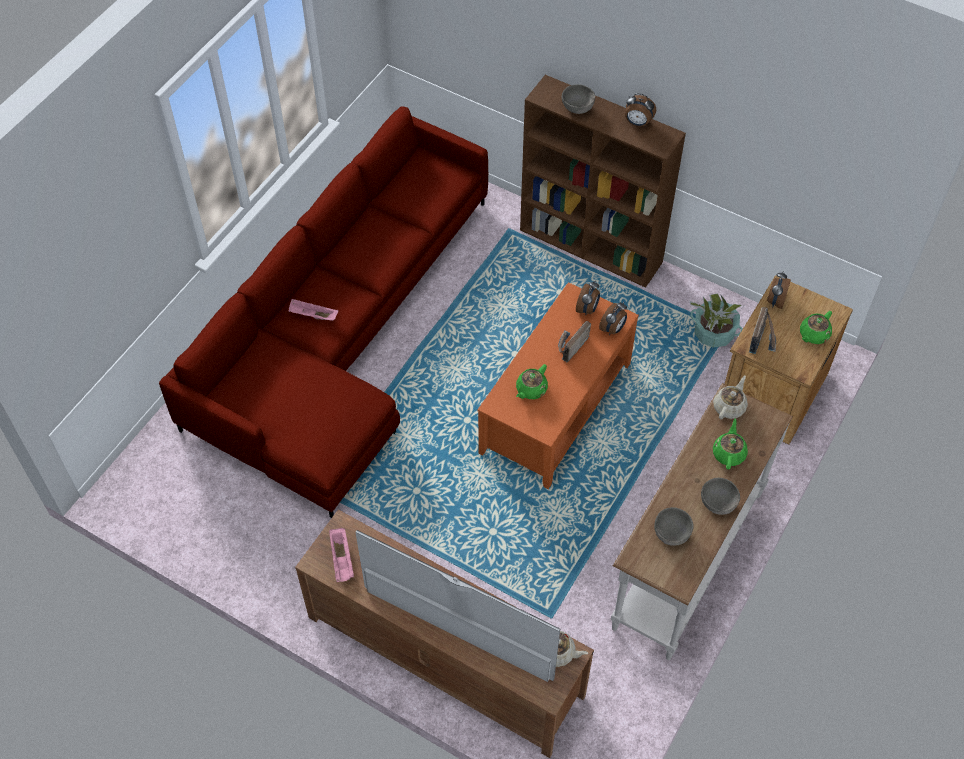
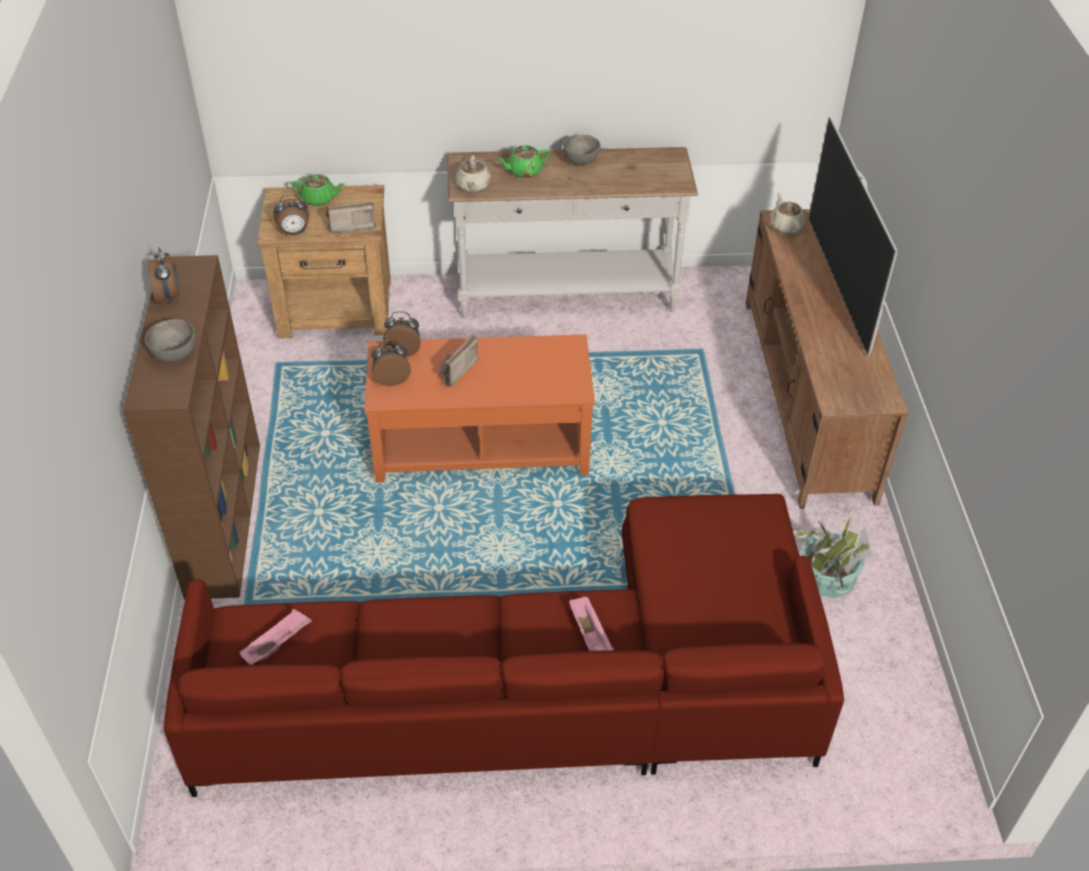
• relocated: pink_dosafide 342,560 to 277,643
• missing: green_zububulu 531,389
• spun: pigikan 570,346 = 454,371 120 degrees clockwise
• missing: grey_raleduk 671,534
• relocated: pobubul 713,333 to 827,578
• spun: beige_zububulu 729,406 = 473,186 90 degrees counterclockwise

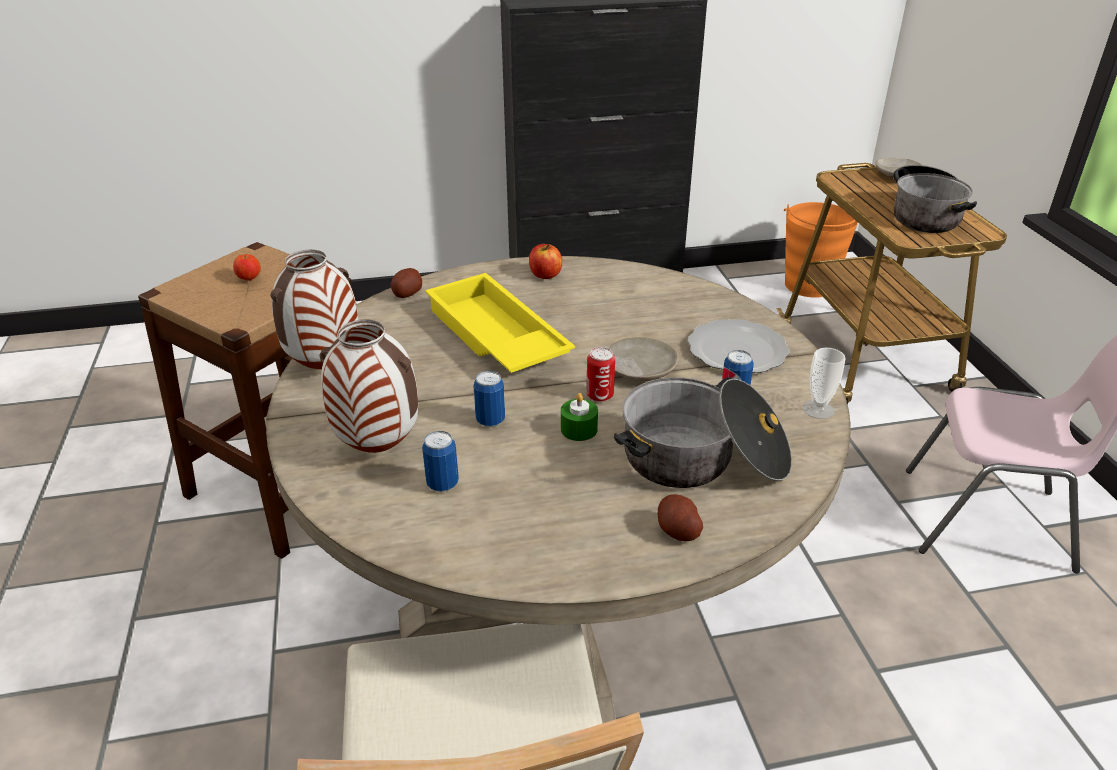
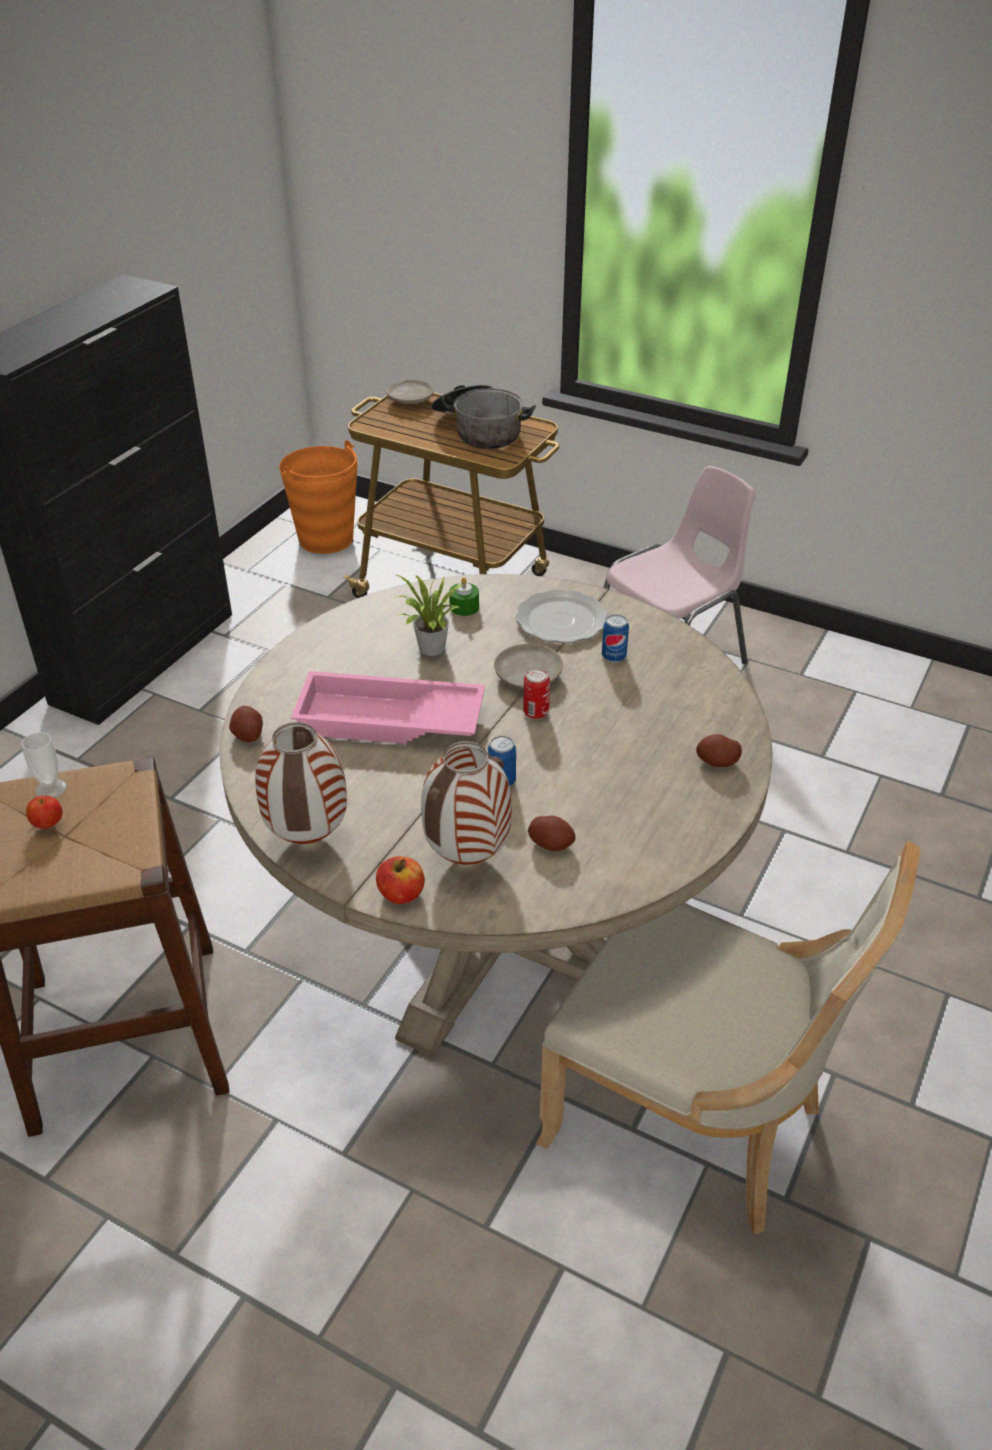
• exchanged: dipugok 442,484 to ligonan 551,843
• colour: yellow_dosafide 494,337 to pink_dosafide 388,722
• relocated: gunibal 545,275 to 401,894
• relocated: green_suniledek 579,429 to 464,607
• missing: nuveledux 703,459
• relocated: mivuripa 818,409 to 51,789
• appeared: pobubul 430,650

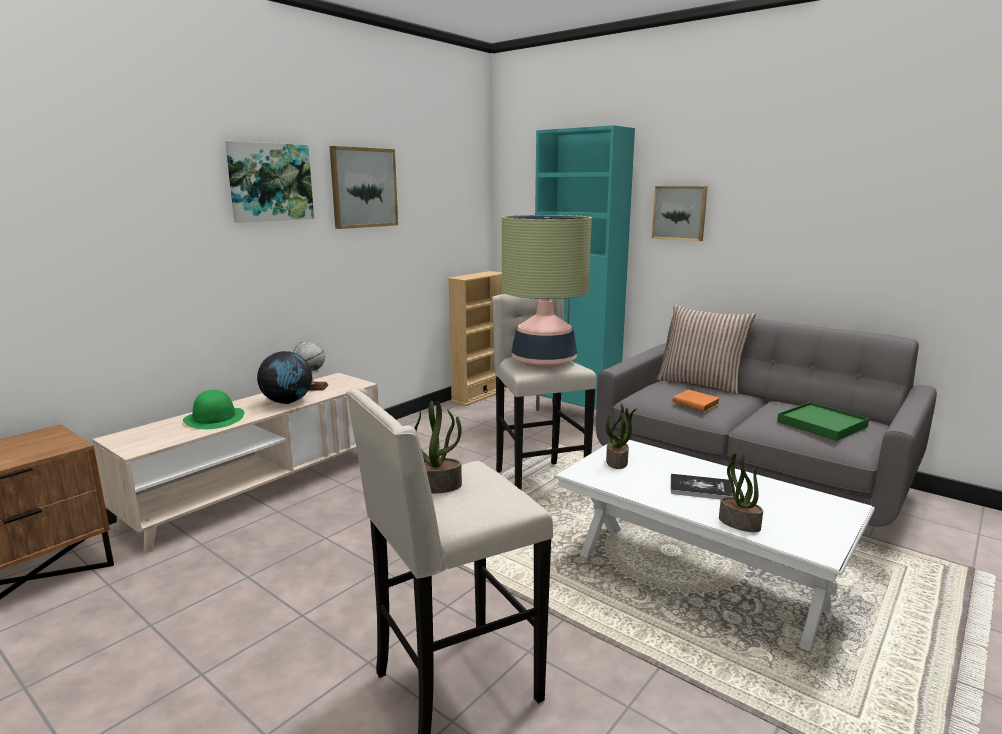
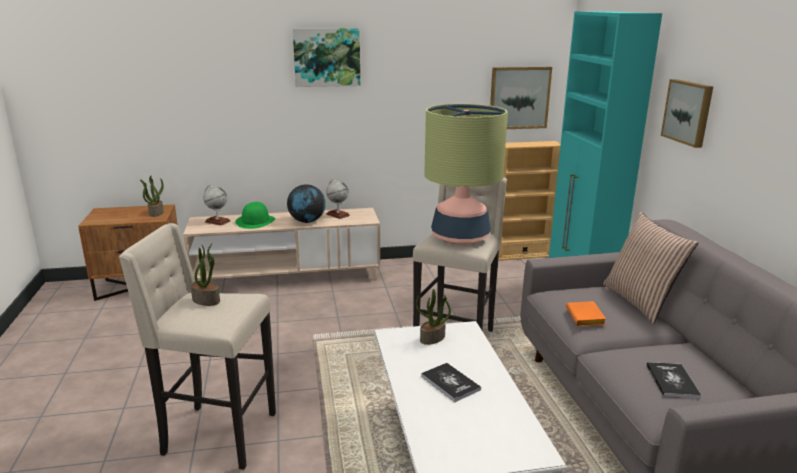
• relocated: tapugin 363,188 to 519,98
• relocated: pobubul 738,523 to 156,213
• exchanged: green_dosafide 821,424 to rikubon 672,381
• appeared: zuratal 217,221

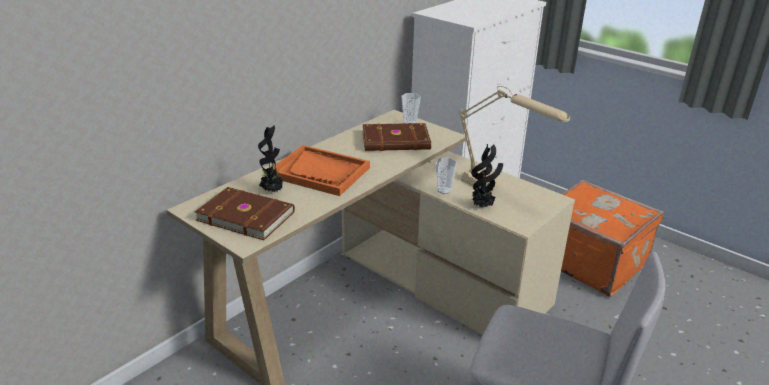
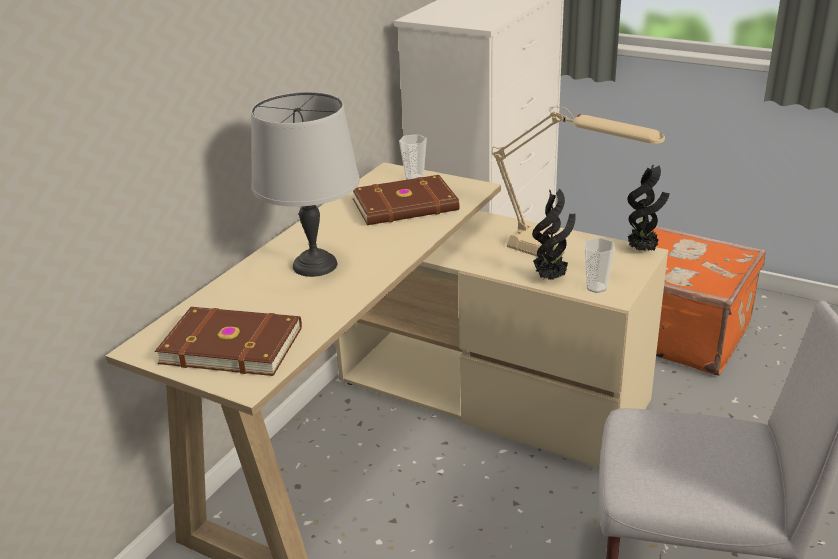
• relocated: pobubul 273,191 to 643,250
• exchanged: orange_dosafide 320,172 to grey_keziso 316,265
• relocated: mivuripa 444,190 to 596,287

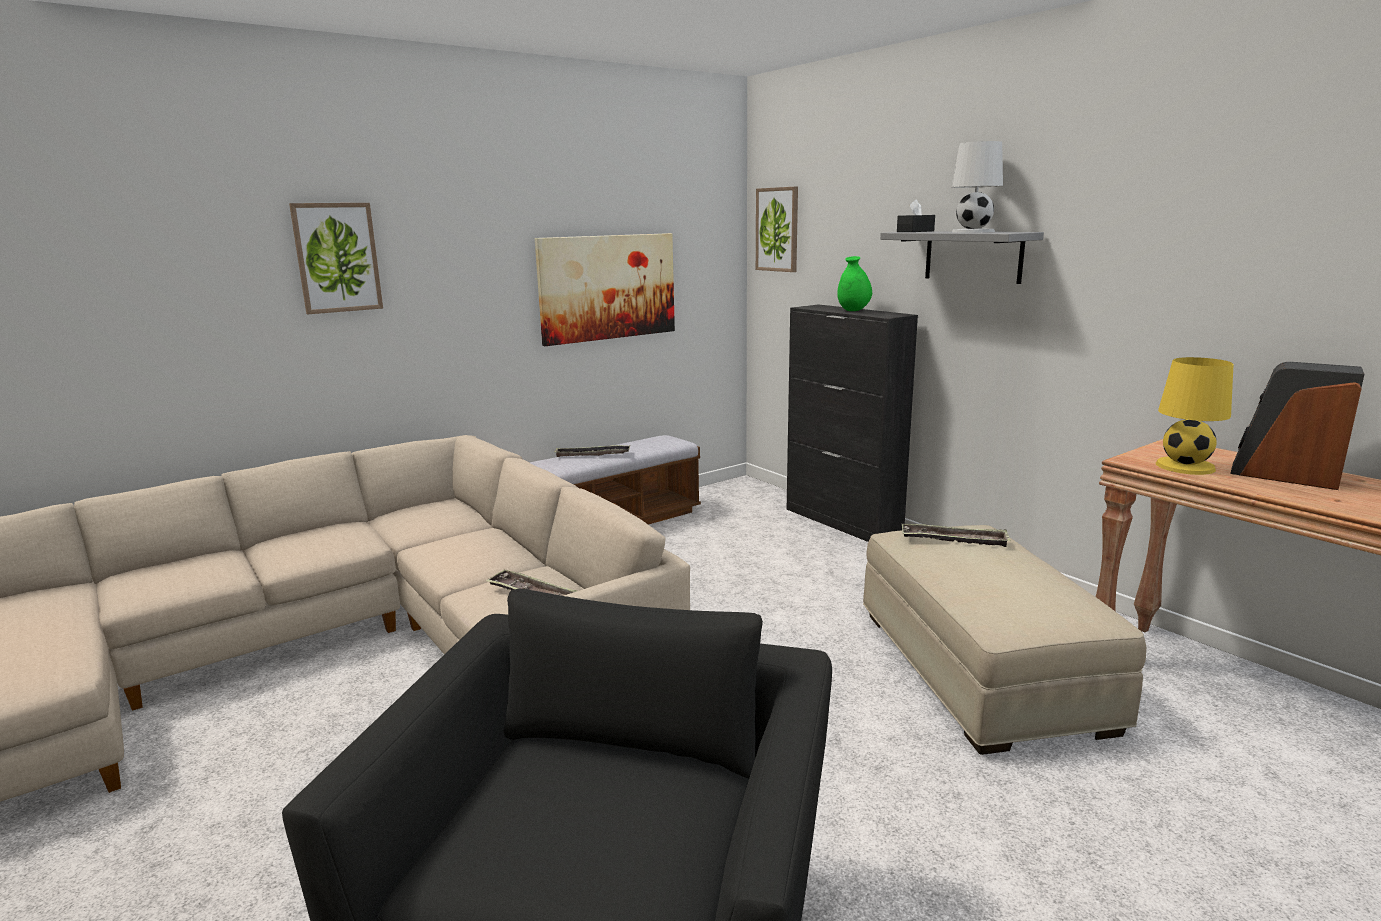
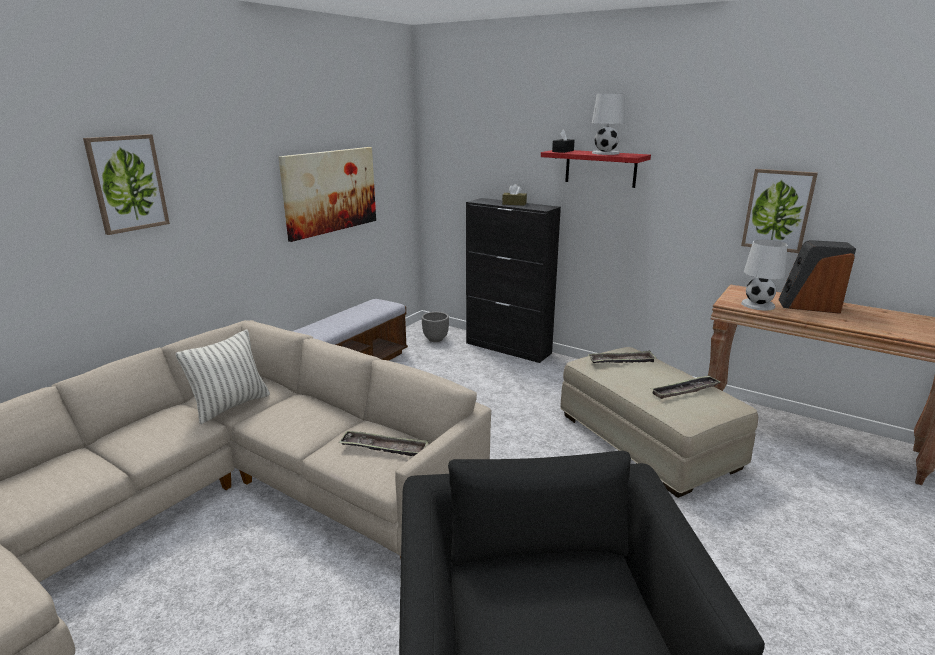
• relocated: dosafide 592,455 to 685,390
• relocated: tapugin 777,229 to 778,210
• exchanged: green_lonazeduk 853,310 to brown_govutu 514,204
• colour: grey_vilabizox 973,256 to red_vilabizox 600,168
• colour: yellow_keziso 1184,466 to white_keziso 757,305
• appeared: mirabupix 231,406
• appeared: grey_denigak 436,339

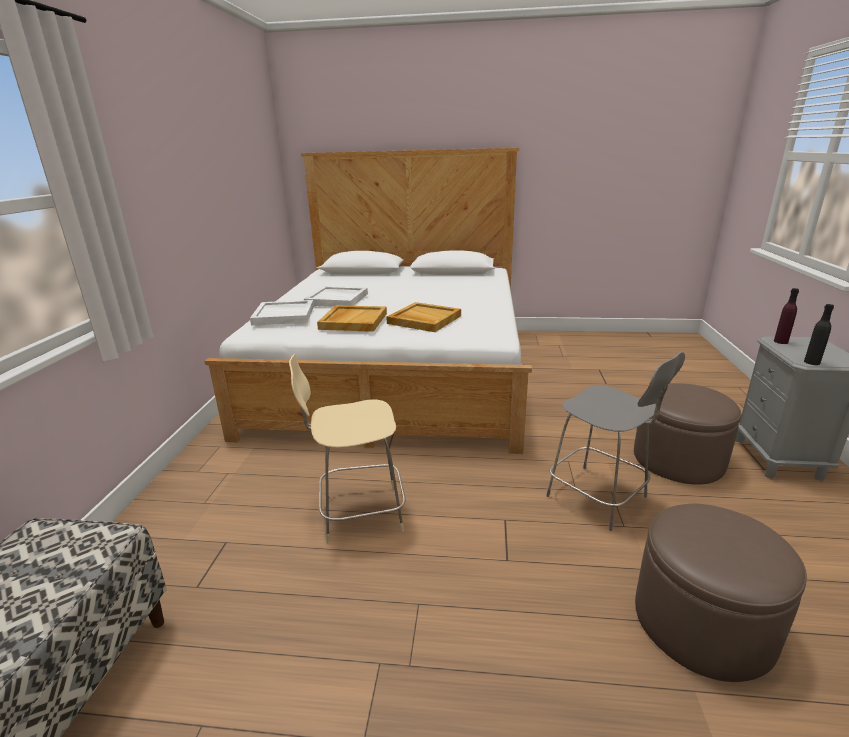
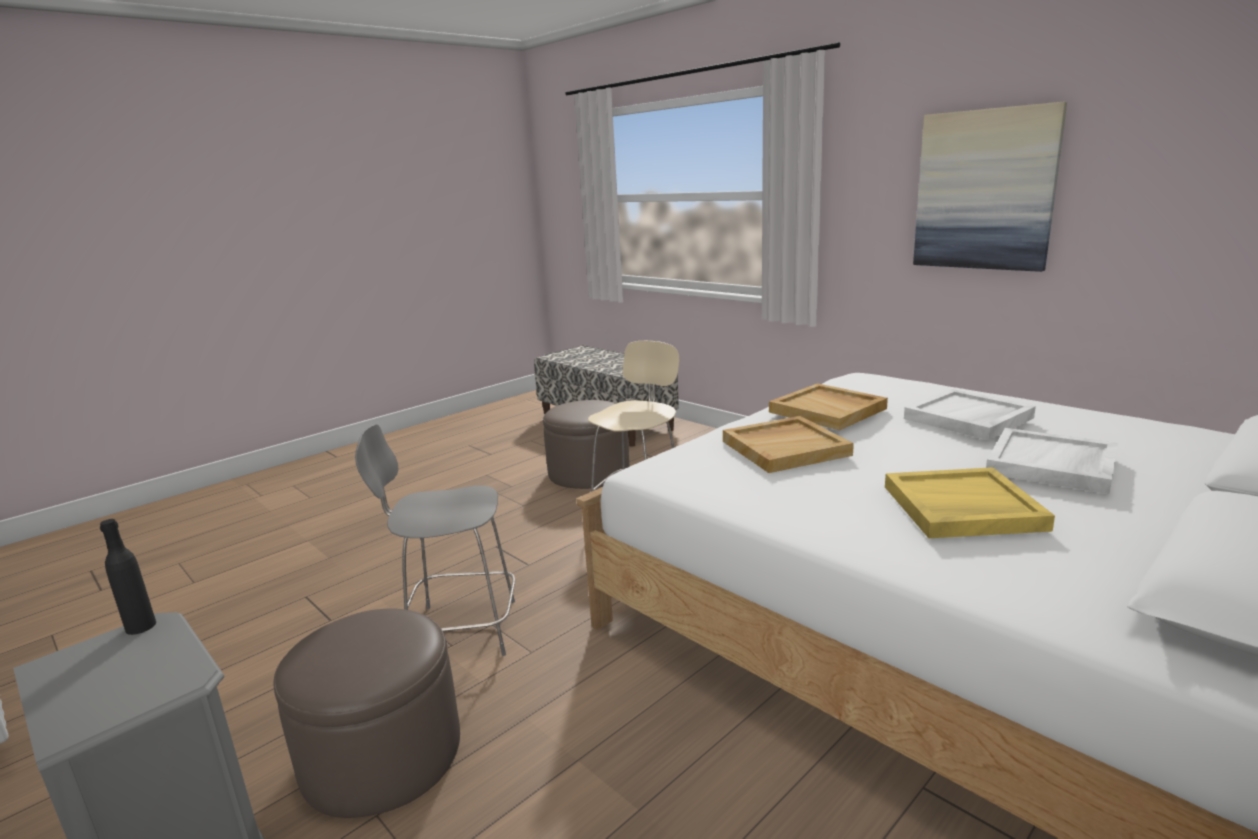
• relocated: white_dosafide 284,315 to 1052,465
• relocated: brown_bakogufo 702,622 to 588,472
• missing: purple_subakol 780,341
• appeared: yellow_dosafide 961,508
• appeared: tapugin 984,190

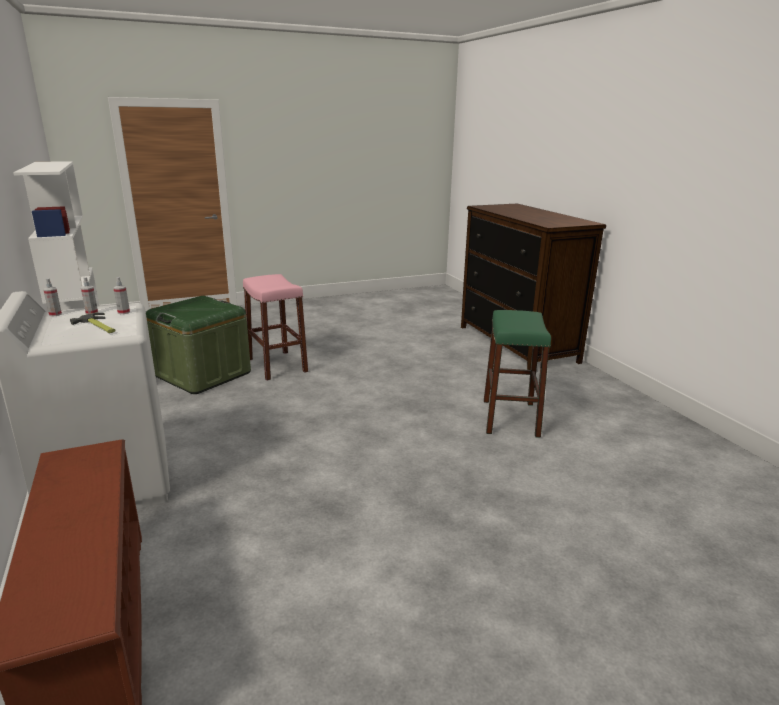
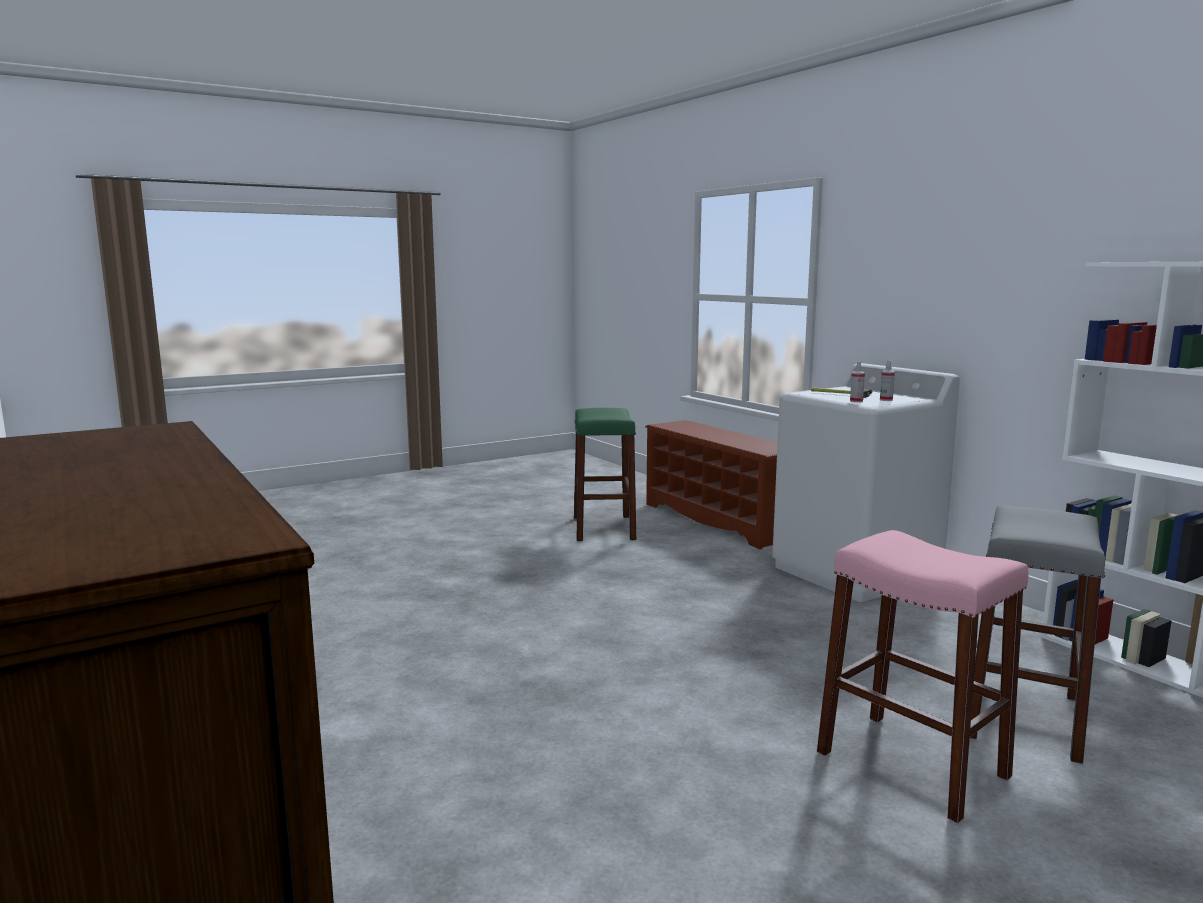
• missing: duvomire 55,314
• exchanged: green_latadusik 203,374 to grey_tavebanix 1023,717
• relocated: green_tavebanix 510,418 to 603,528

